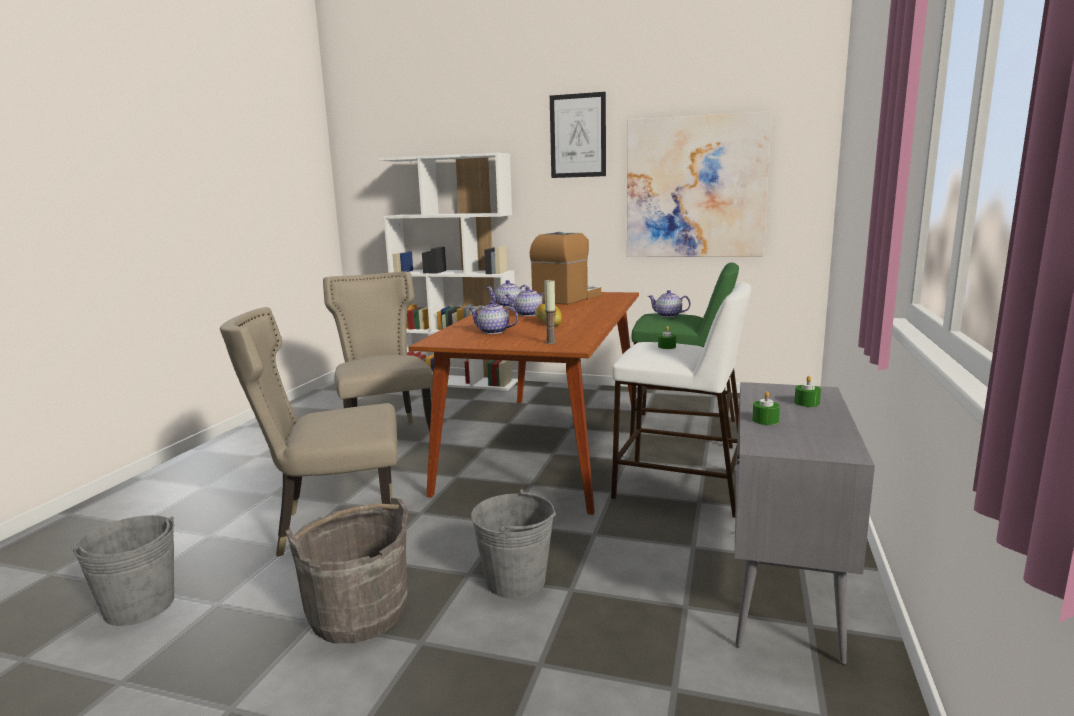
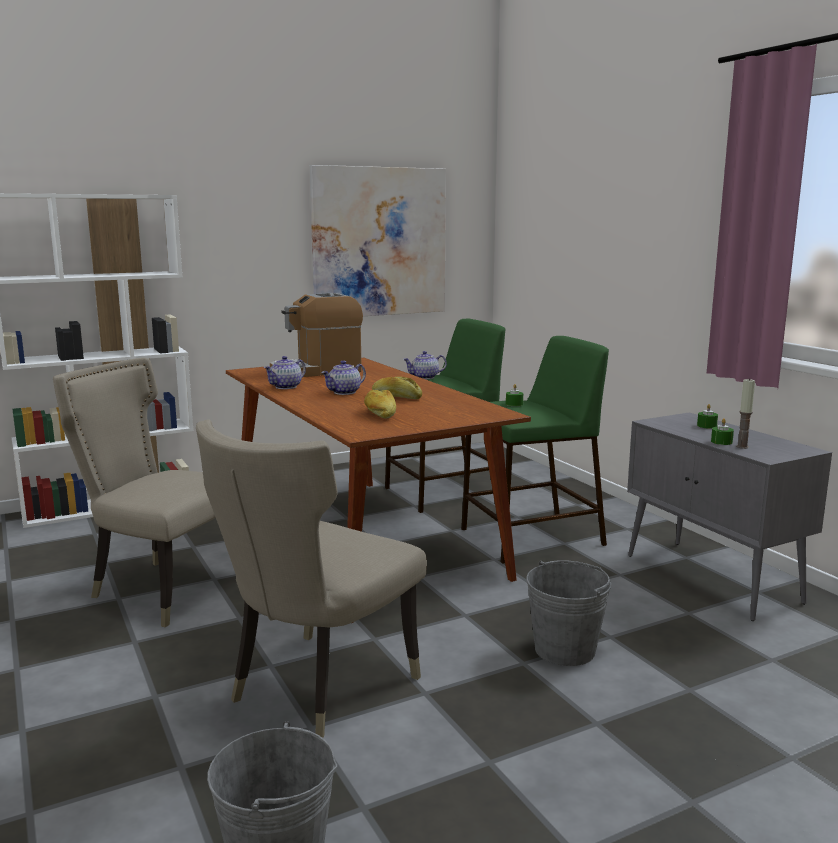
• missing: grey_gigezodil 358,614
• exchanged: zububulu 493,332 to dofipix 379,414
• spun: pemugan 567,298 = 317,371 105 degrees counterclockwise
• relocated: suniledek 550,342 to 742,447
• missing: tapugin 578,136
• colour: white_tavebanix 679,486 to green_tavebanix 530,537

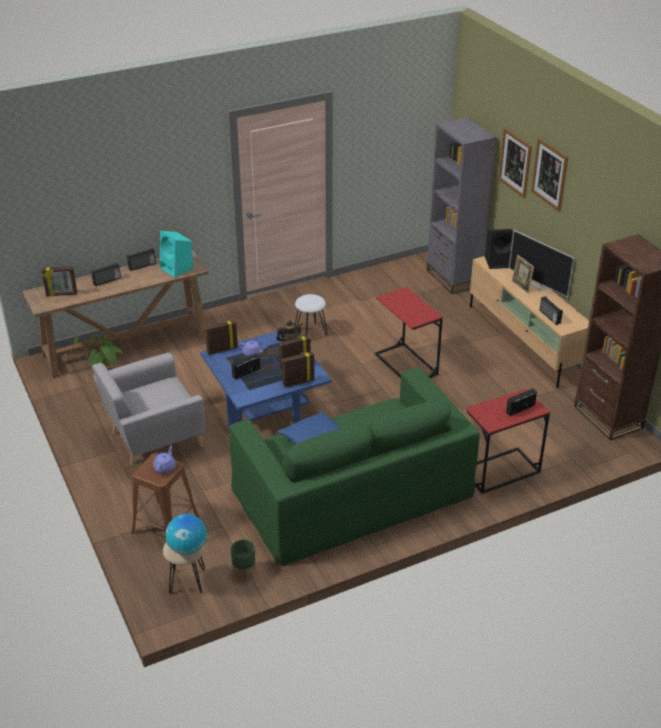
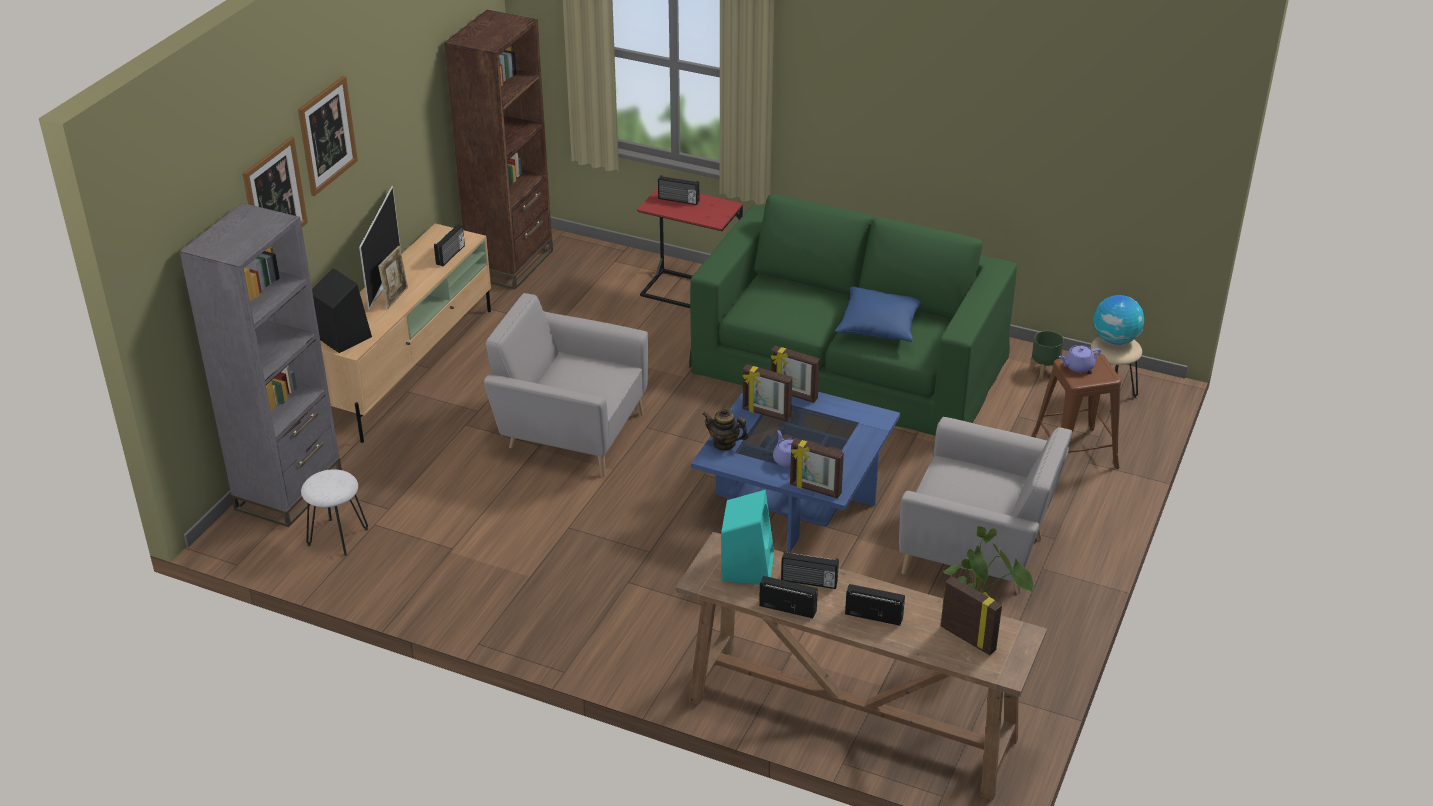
• relocated: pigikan 246,372 to 809,582
• relocated: white_tavebanix 310,332 to 337,537
• exchanged: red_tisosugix 406,364 to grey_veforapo 570,433

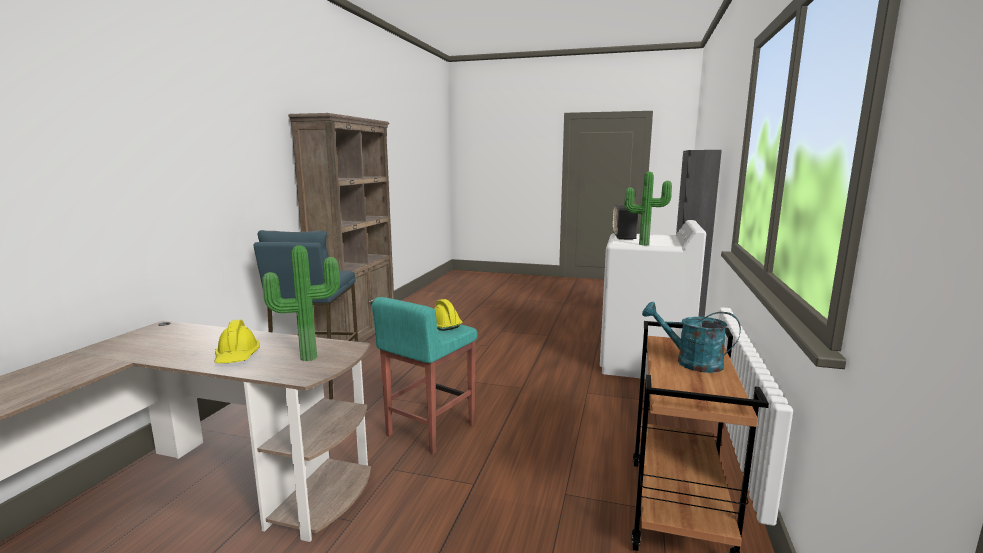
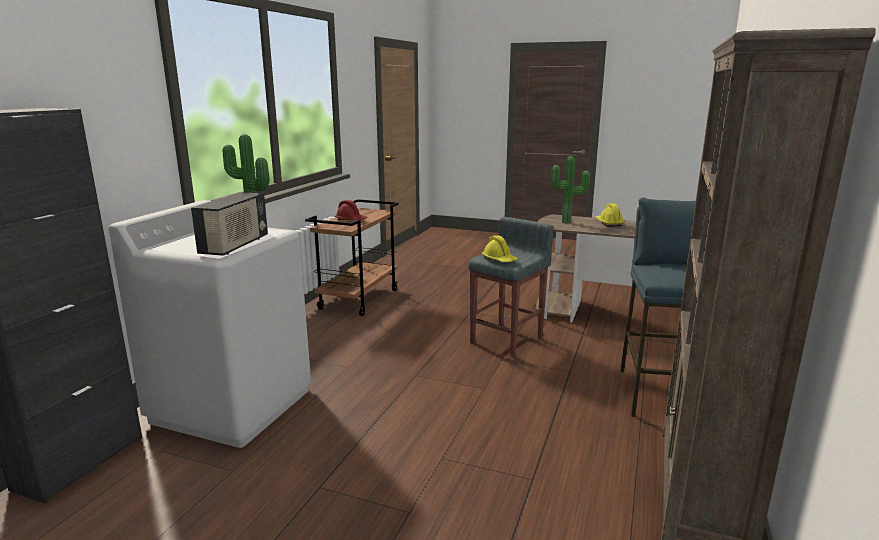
• colour: turquoise_tavebanix 430,430 to grey_tavebanix 507,340
• exchanged: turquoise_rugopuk 690,362 to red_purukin 351,220

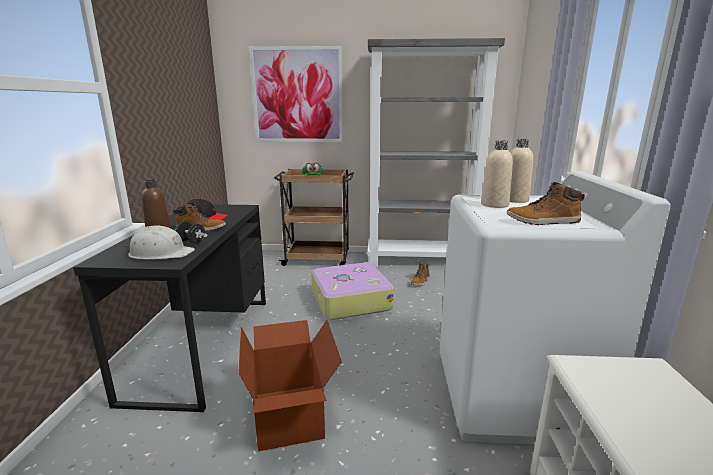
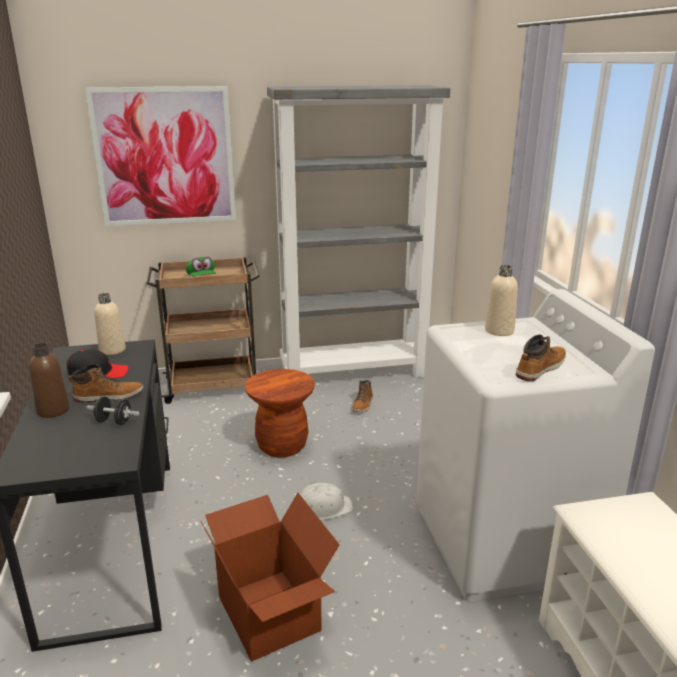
• relocated: white_purukin 160,253 to 322,508
• exchanged: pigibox 349,300 to brown_tavebanix 282,445
• relocated: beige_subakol 494,205 to 112,350
• spun: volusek 543,221 = 539,369 150 degrees clockwise

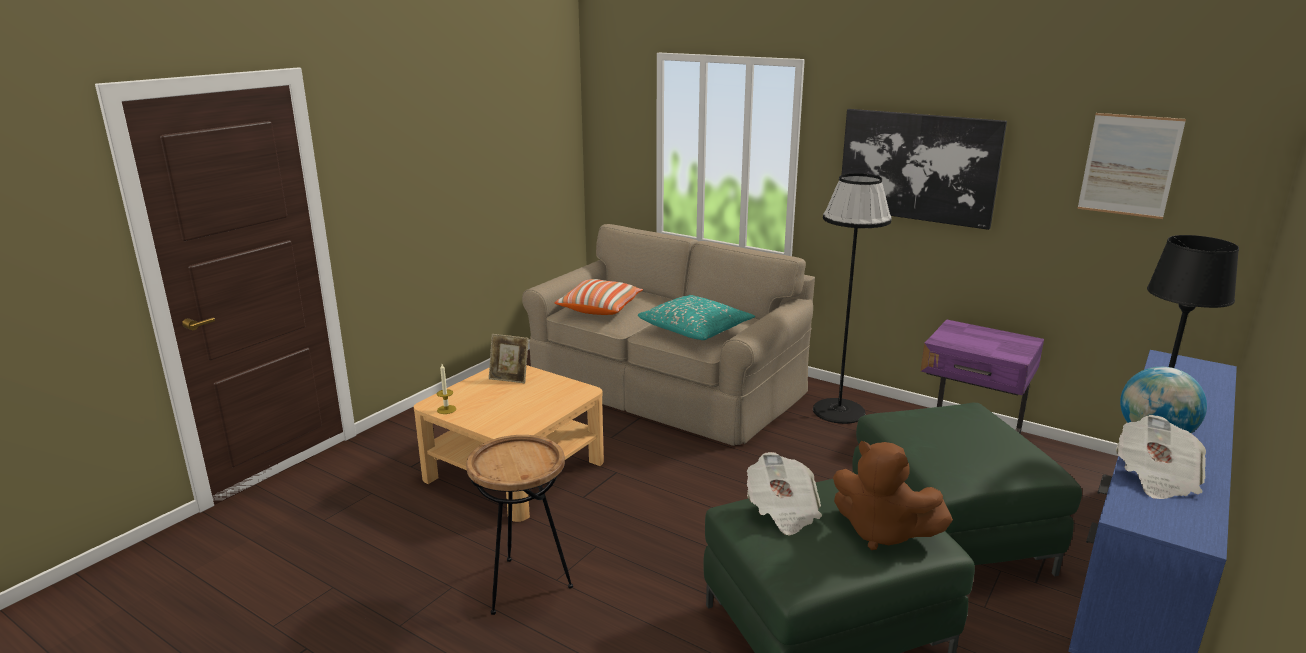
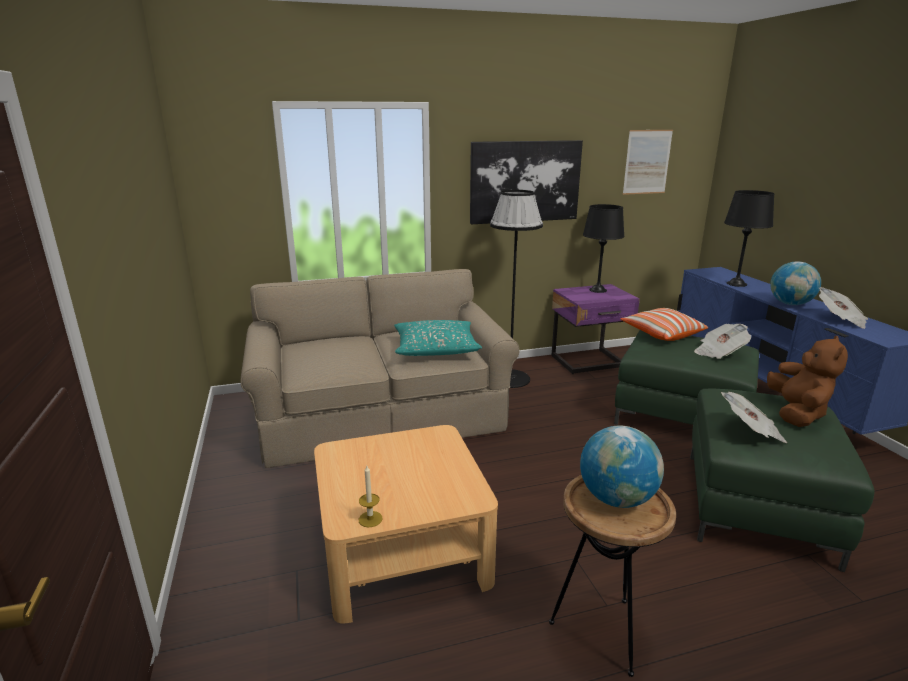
• missing: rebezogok 509,378
• relocated: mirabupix 600,308 to 661,334
• spun: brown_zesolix 882,532 = 796,413 60 degrees counterclockwise
• appeared: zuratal 617,499
• appeared: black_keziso 597,290
• appeared: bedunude 719,353

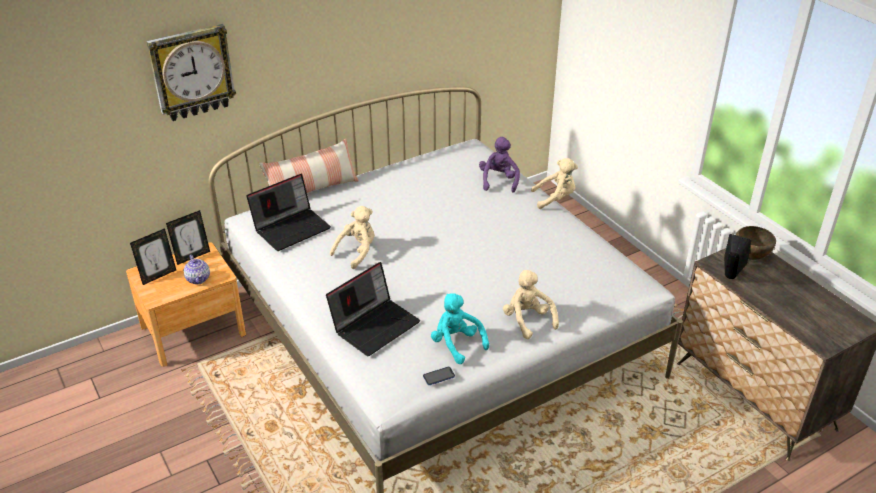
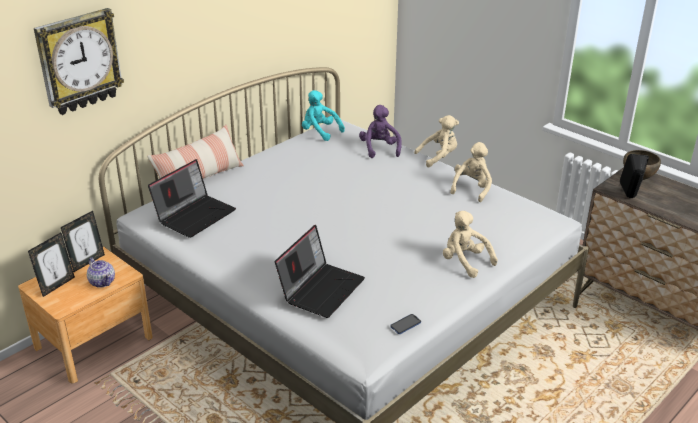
• relocated: beige_zesolix 357,252 to 472,188
• relocated: turquoise_zesolix 456,344 to 320,132

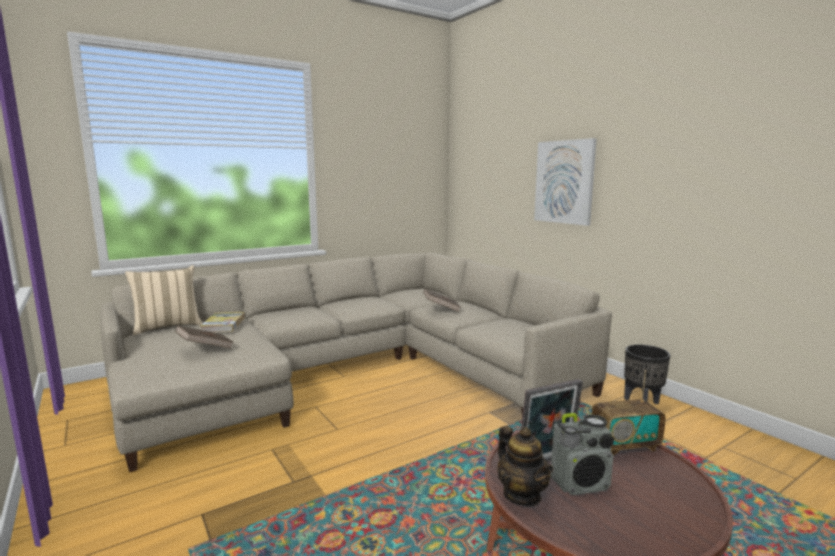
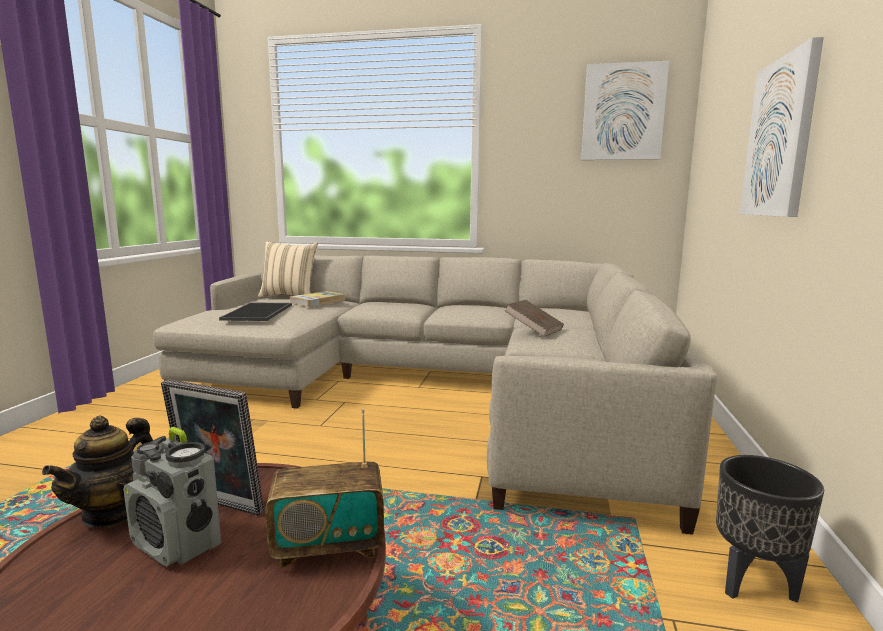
• exchanged: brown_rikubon 205,348 to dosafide 259,312
• spun: pigikan 624,445 = 329,546 45 degrees counterclockwise
• appeared: tapugin 623,112

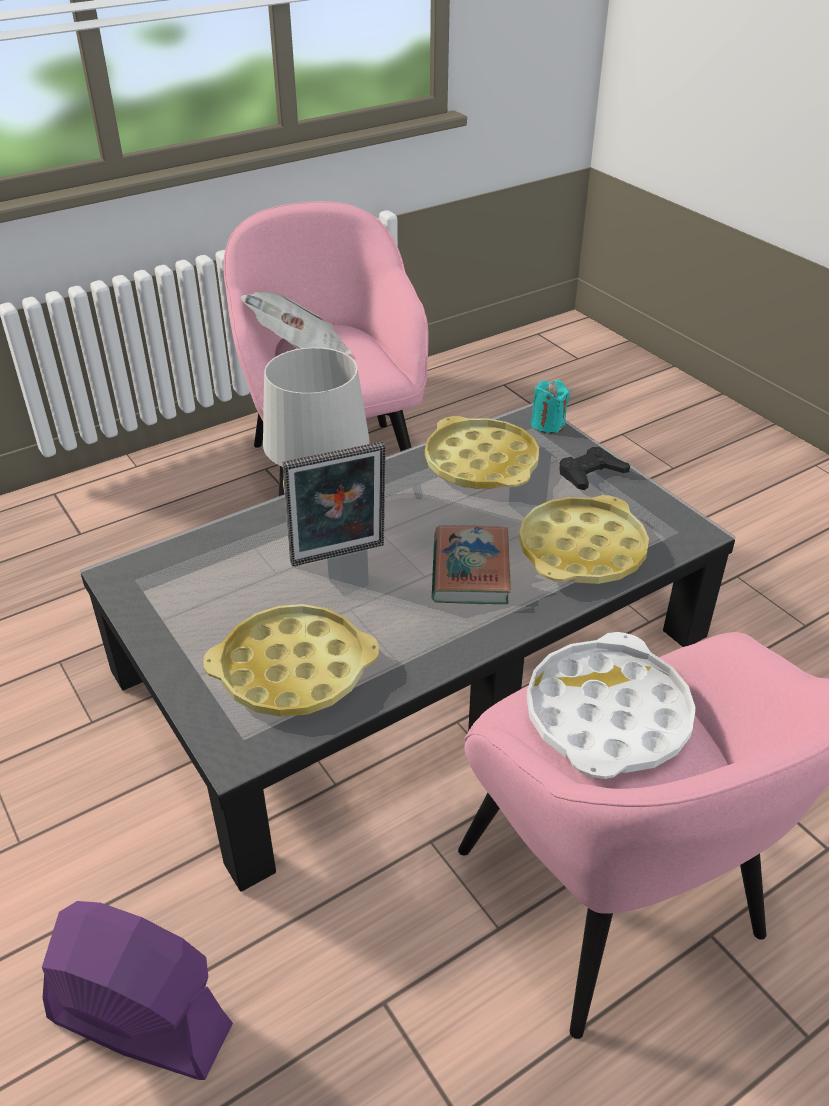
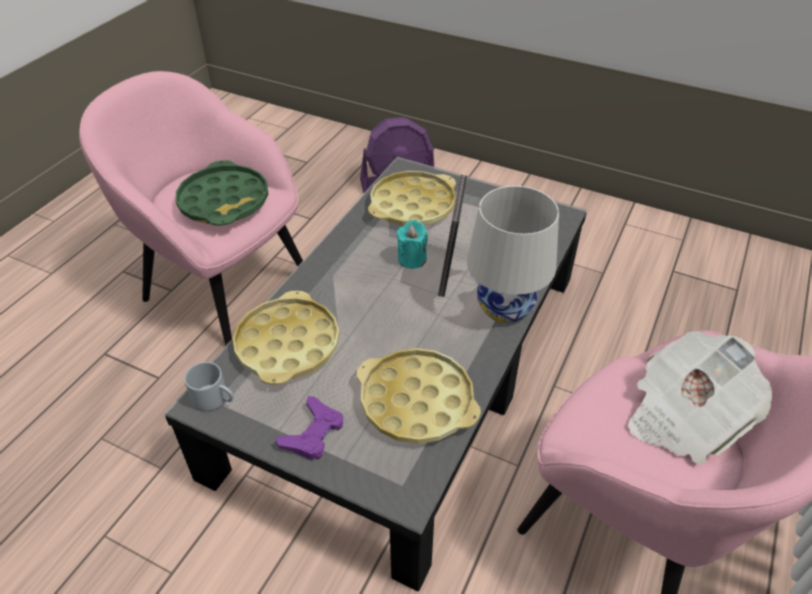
• spun: rebezogok 339,557 = 450,272 150 degrees clockwise
• missing: rikubon 470,570
• colour: white_dosafide 607,716 to green_dosafide 224,201
• relocated: turquoise_suniledek 547,424 to 412,259
• colour: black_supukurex 590,474 to purple_supukurex 313,433
• appeared: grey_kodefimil 215,398

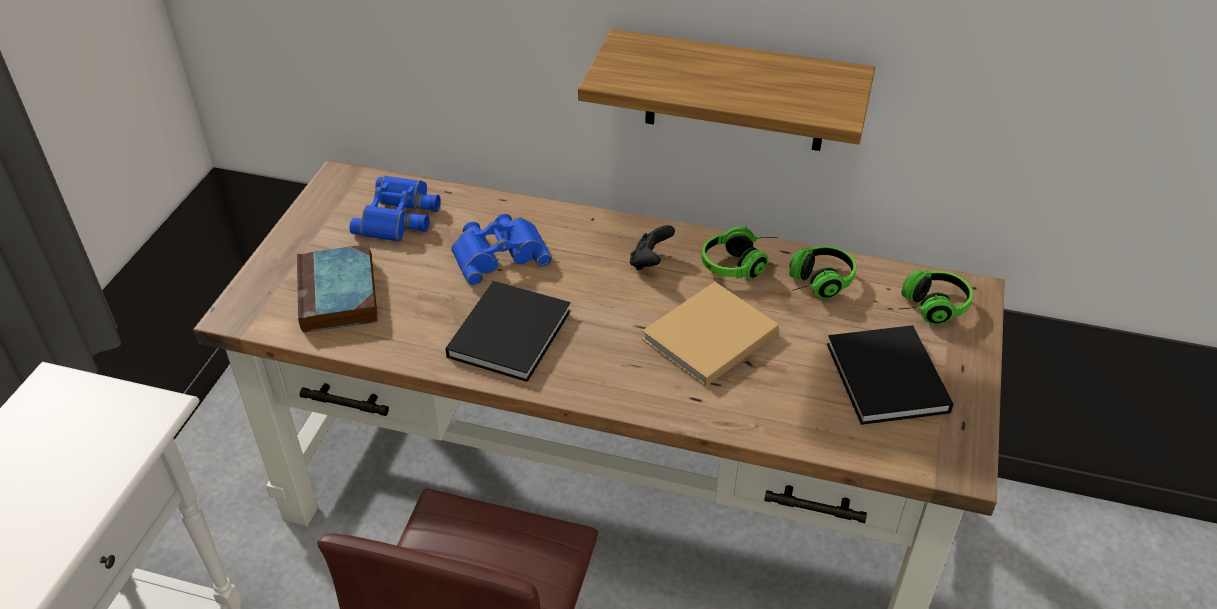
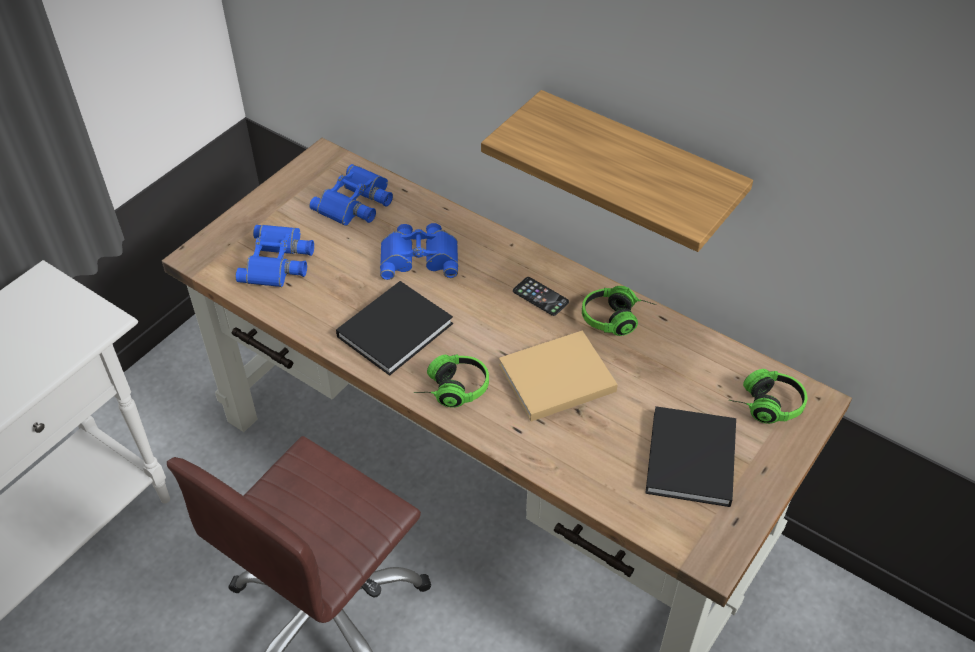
• exchanged: rikubon 339,296 to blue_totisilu 279,261
• exchanged: black_supukurex 650,262 to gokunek 540,296
• relocated: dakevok 815,283 to 450,389

